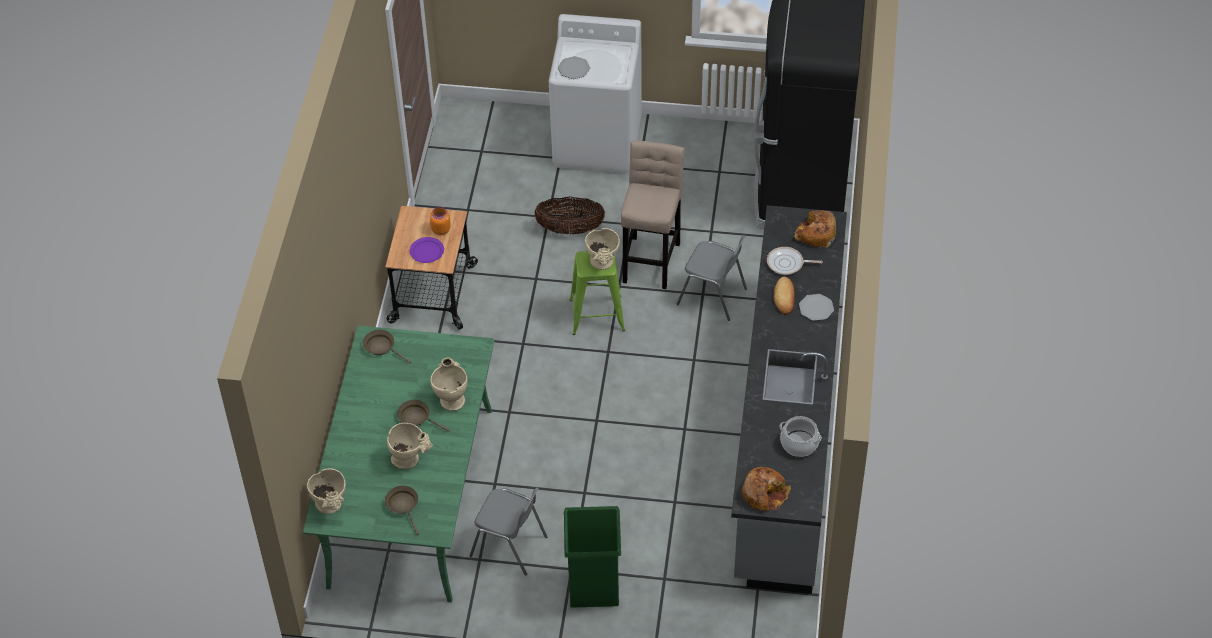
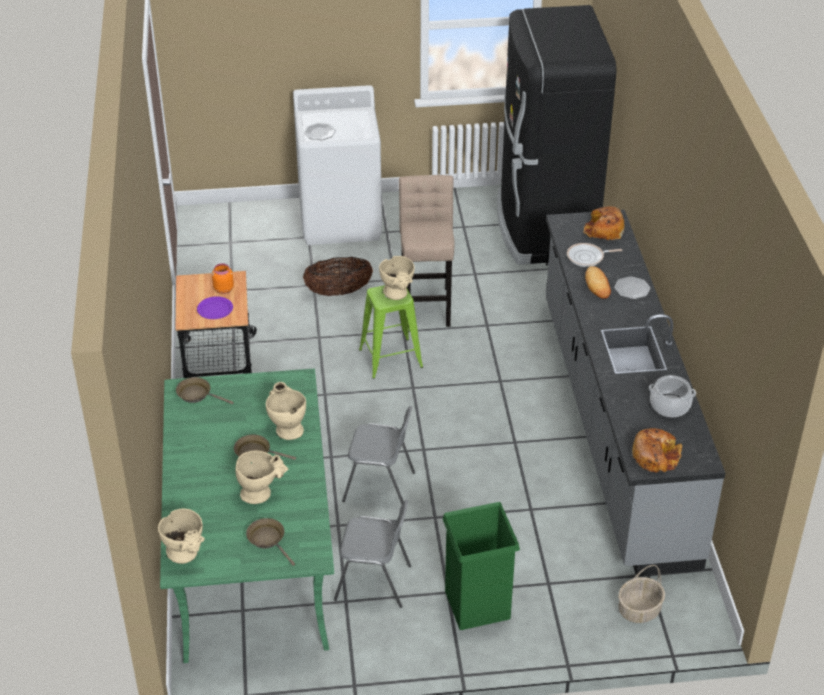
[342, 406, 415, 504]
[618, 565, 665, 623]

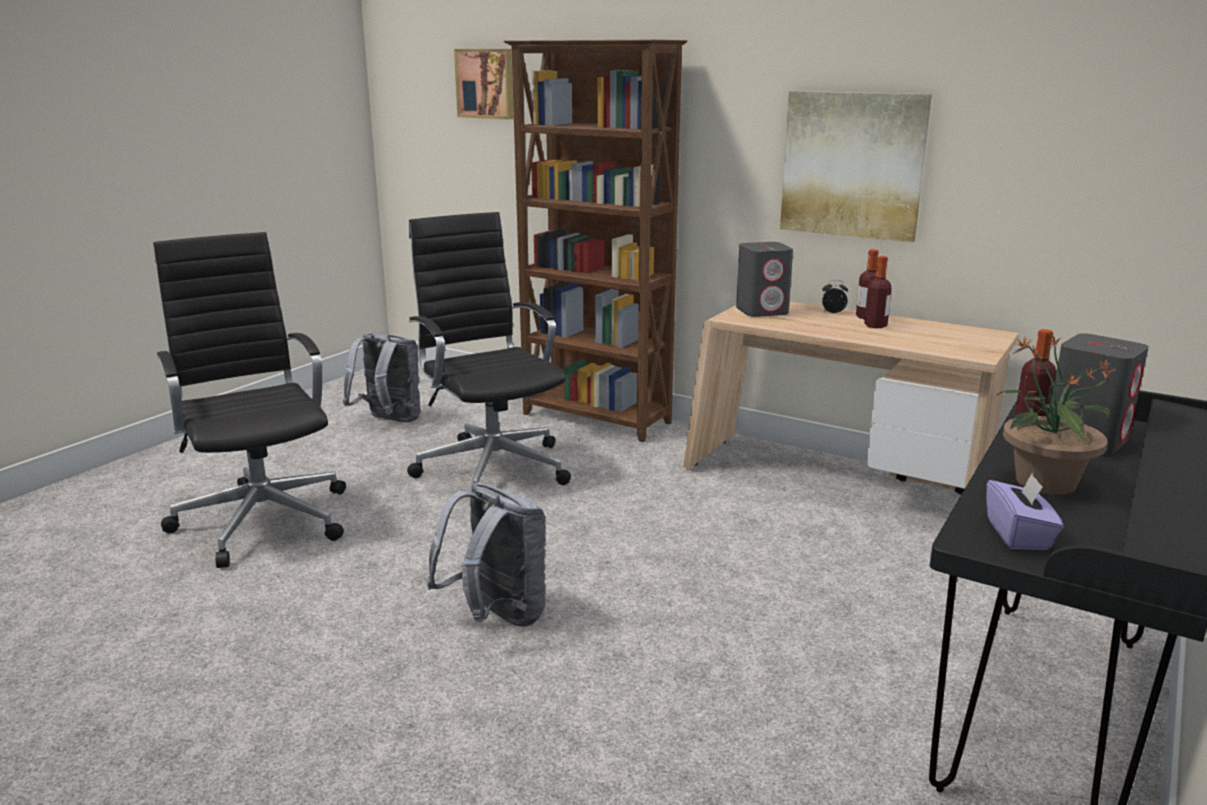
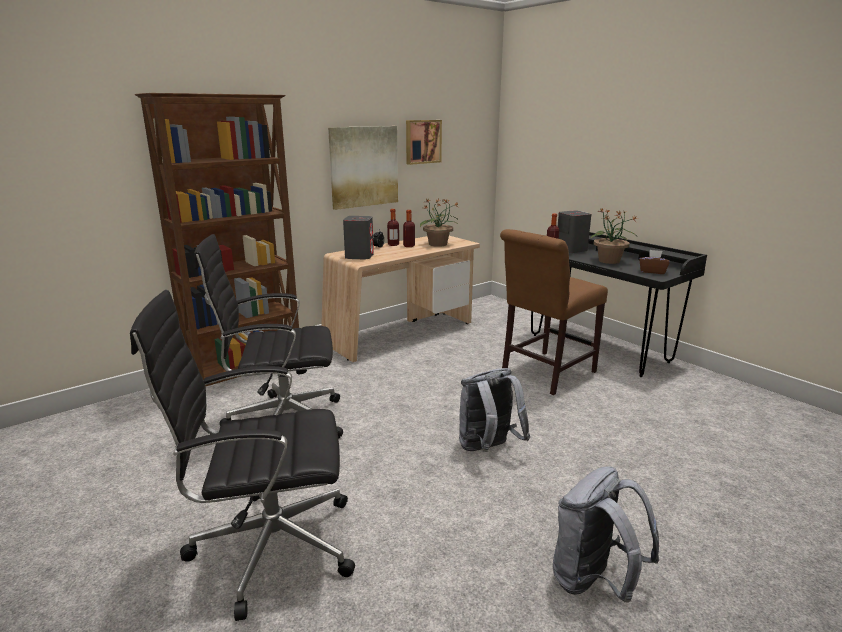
[406, 120, 442, 165]
[420, 199, 458, 247]
[500, 229, 608, 395]
[553, 467, 659, 602]
[639, 250, 670, 274]

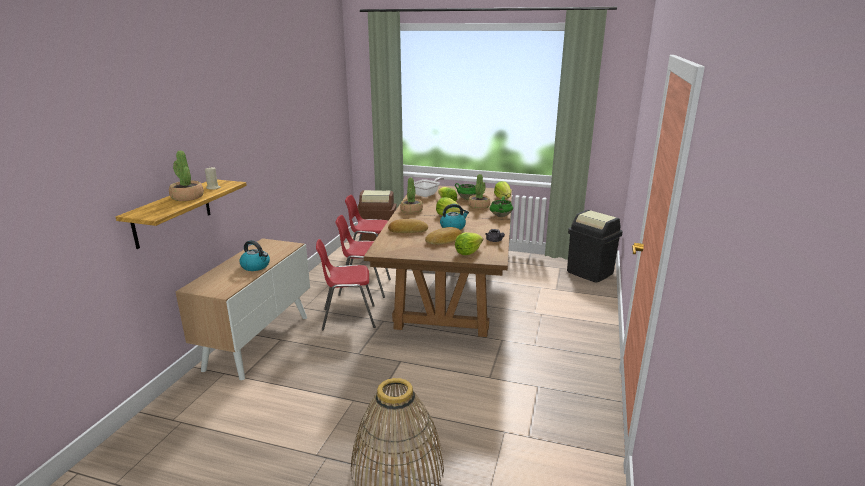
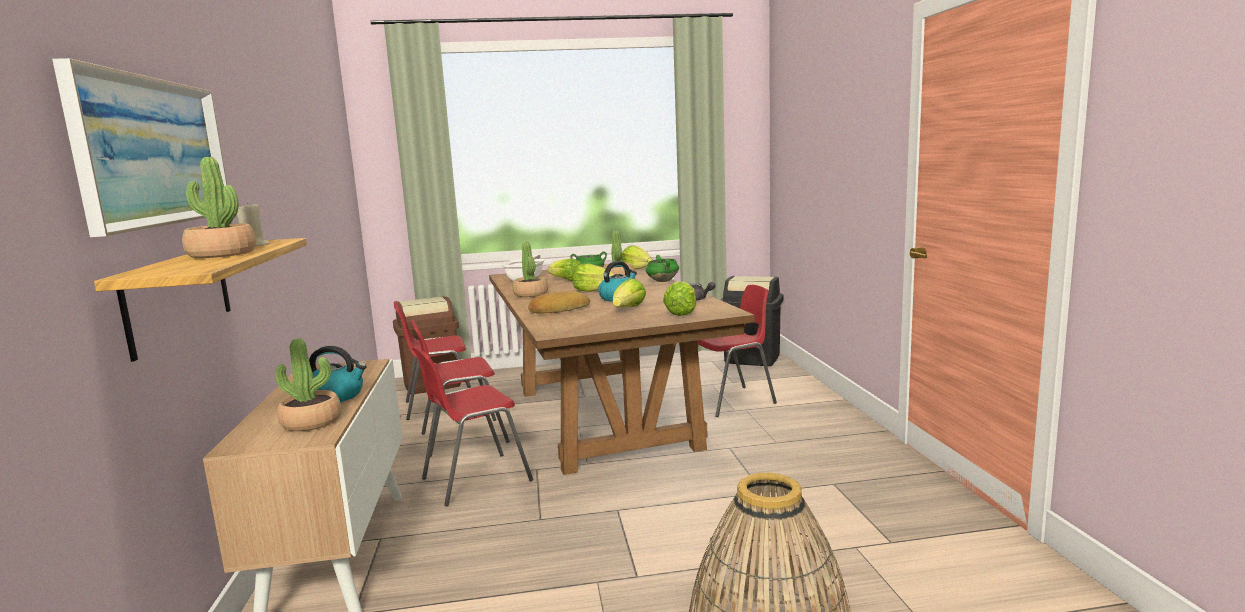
[52, 58, 227, 237]
[275, 338, 341, 431]
[613, 278, 646, 308]
[697, 285, 777, 417]

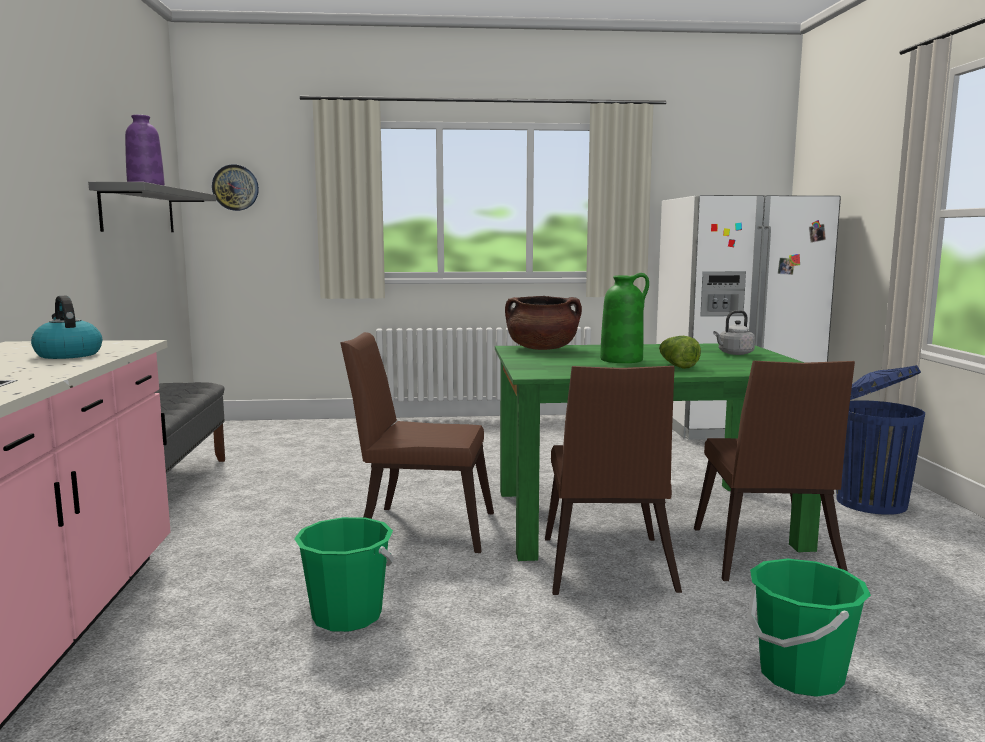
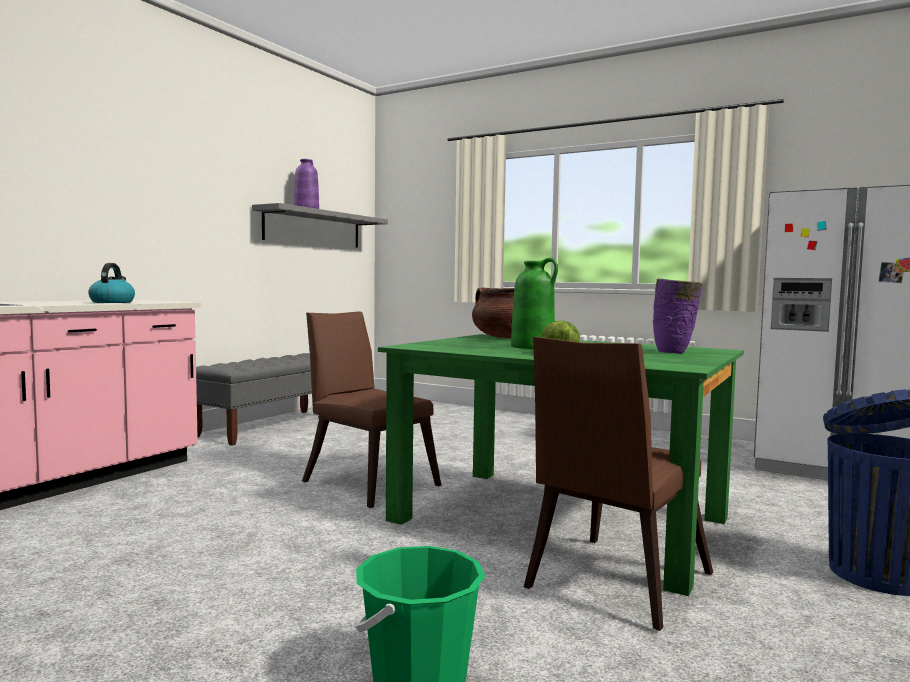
[653, 279, 702, 354]
[212, 164, 259, 211] (first image)
[294, 517, 394, 632] (first image)
[545, 366, 682, 595] (first image)

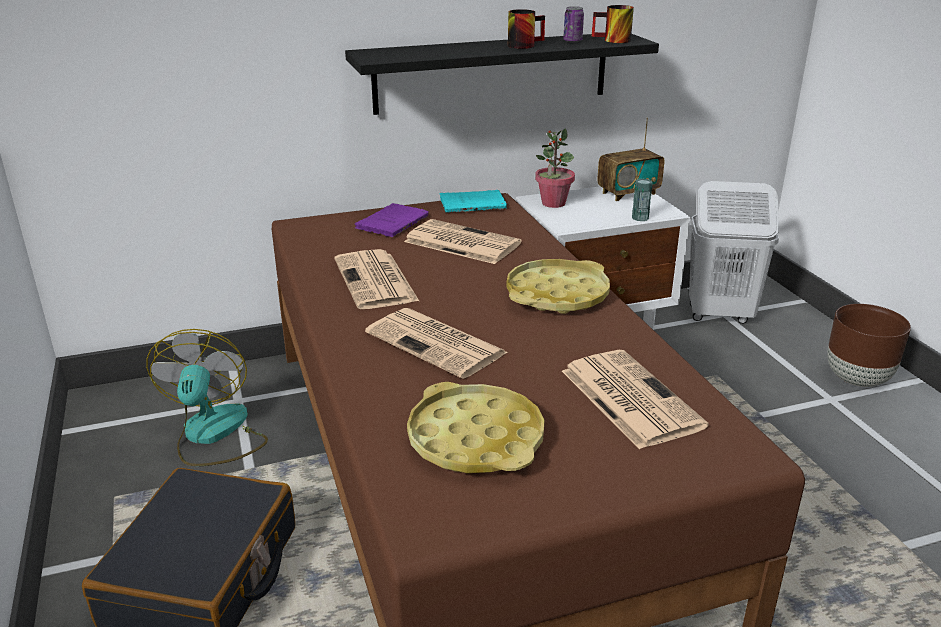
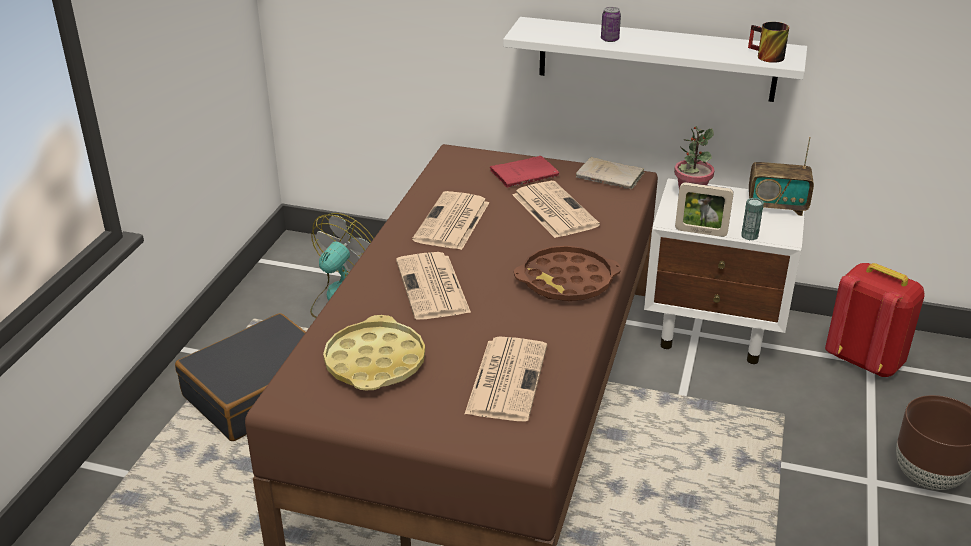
[490, 156, 559, 188]
[503, 17, 807, 102]
[514, 246, 621, 301]
[576, 157, 644, 189]
[601, 7, 621, 42]
[675, 183, 734, 237]
[825, 263, 925, 377]
[508, 9, 545, 49] (first image)

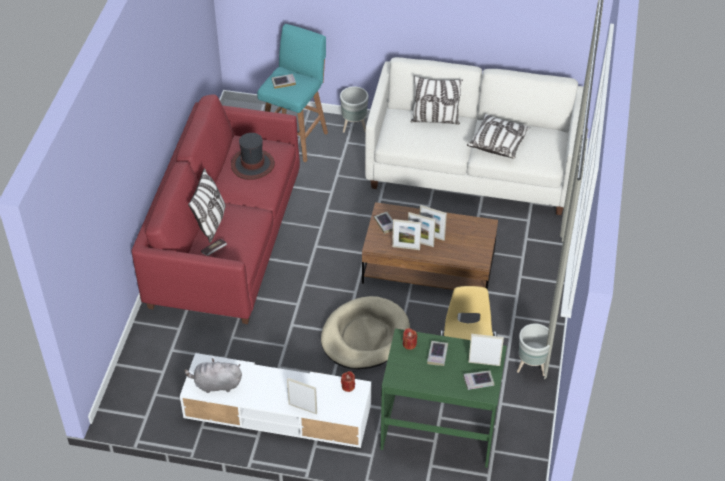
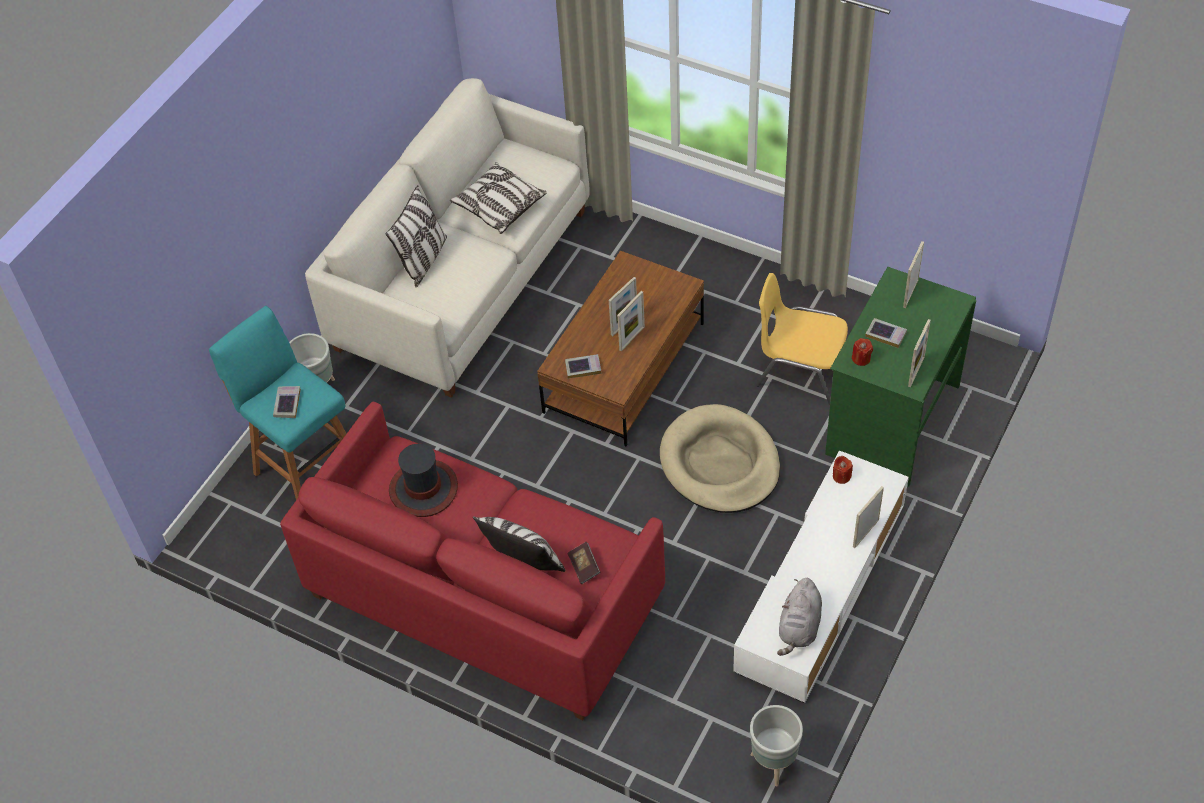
[750, 705, 803, 786]
[908, 319, 931, 387]
[463, 370, 494, 390] (first image)

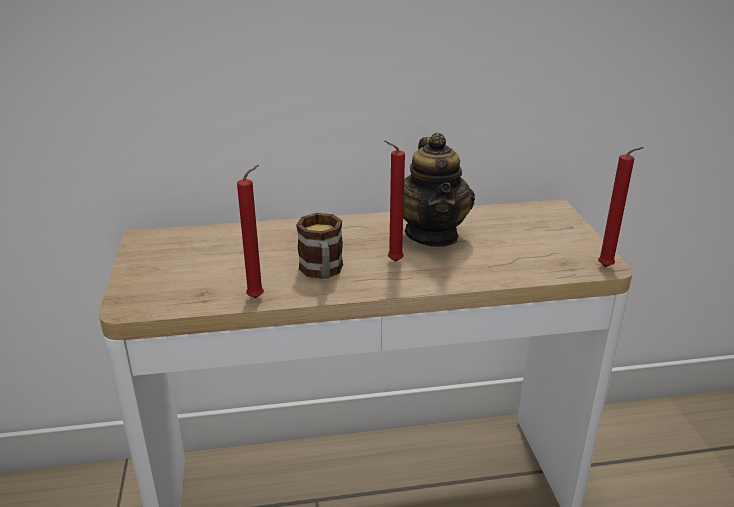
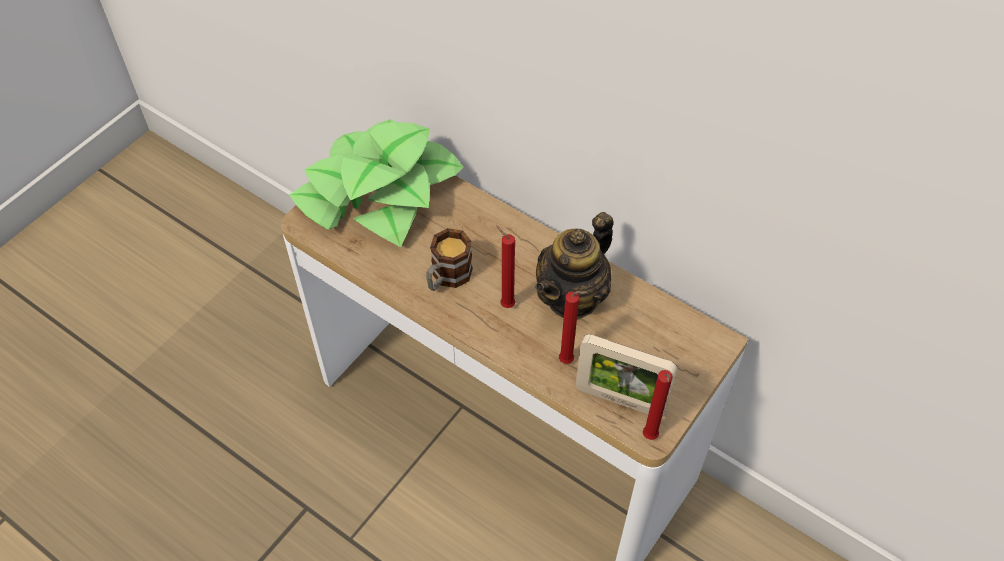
[289, 119, 464, 247]
[559, 291, 587, 364]
[576, 335, 677, 417]

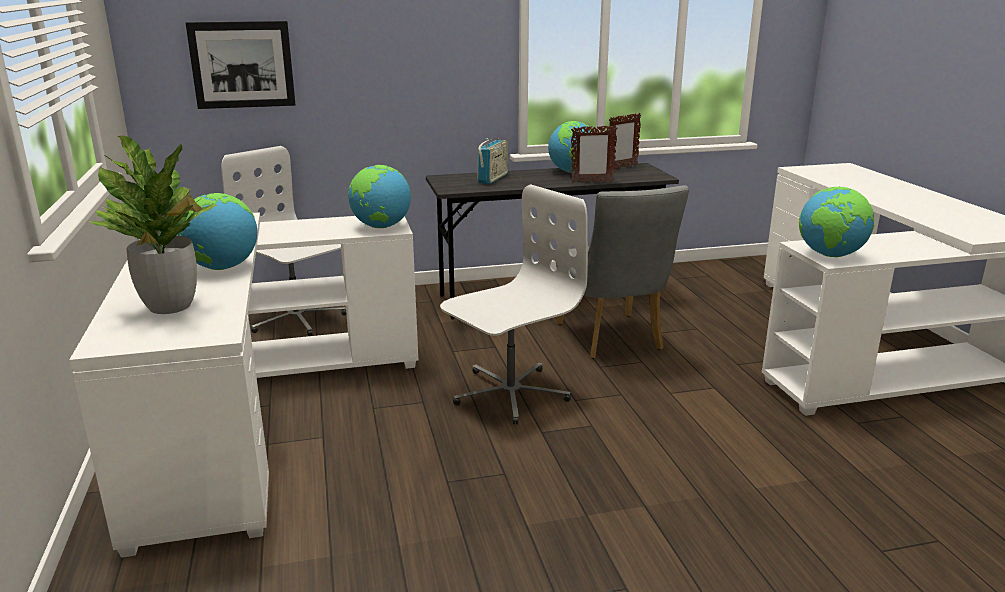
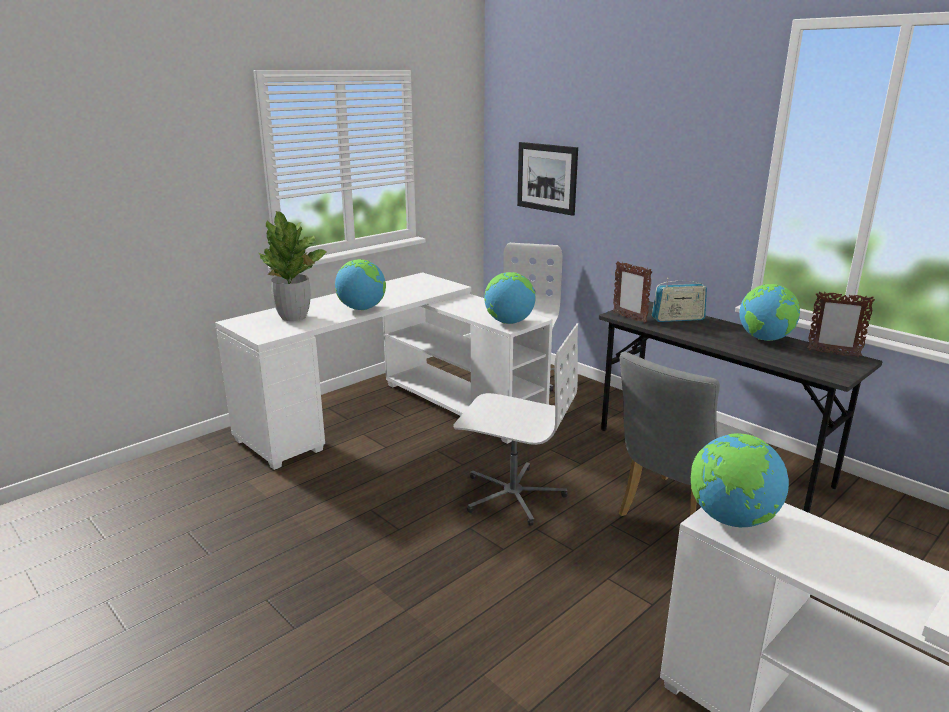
[613, 261, 652, 324]

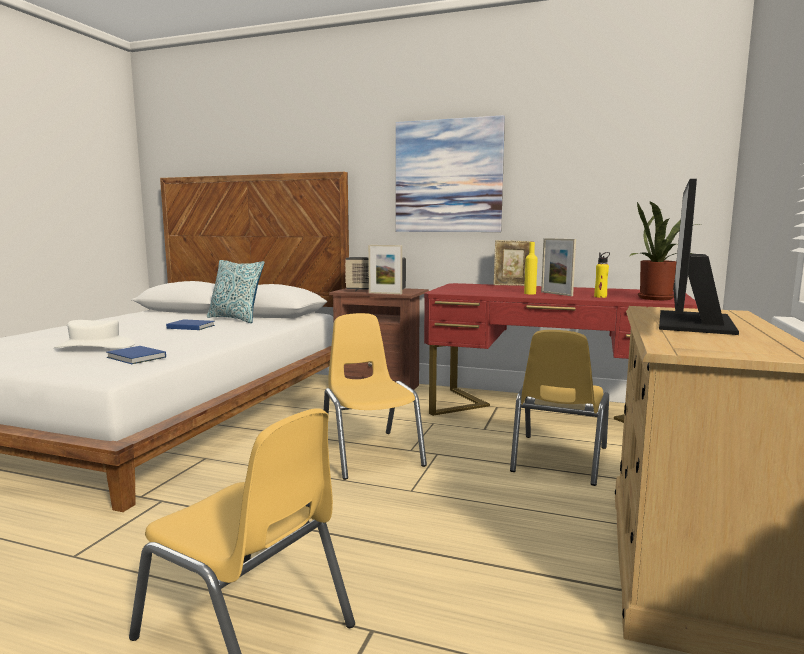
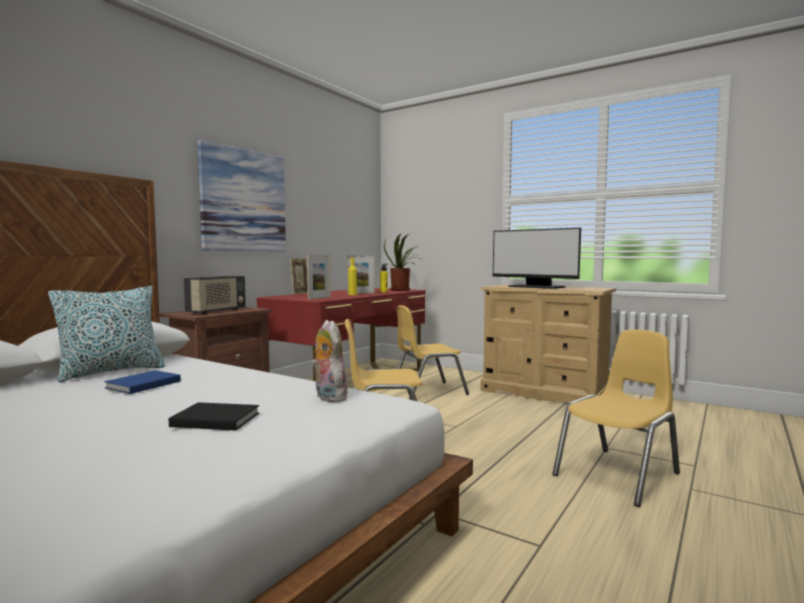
[169, 402, 259, 431]
[307, 255, 330, 300]
[311, 320, 350, 402]
[396, 305, 469, 400]

